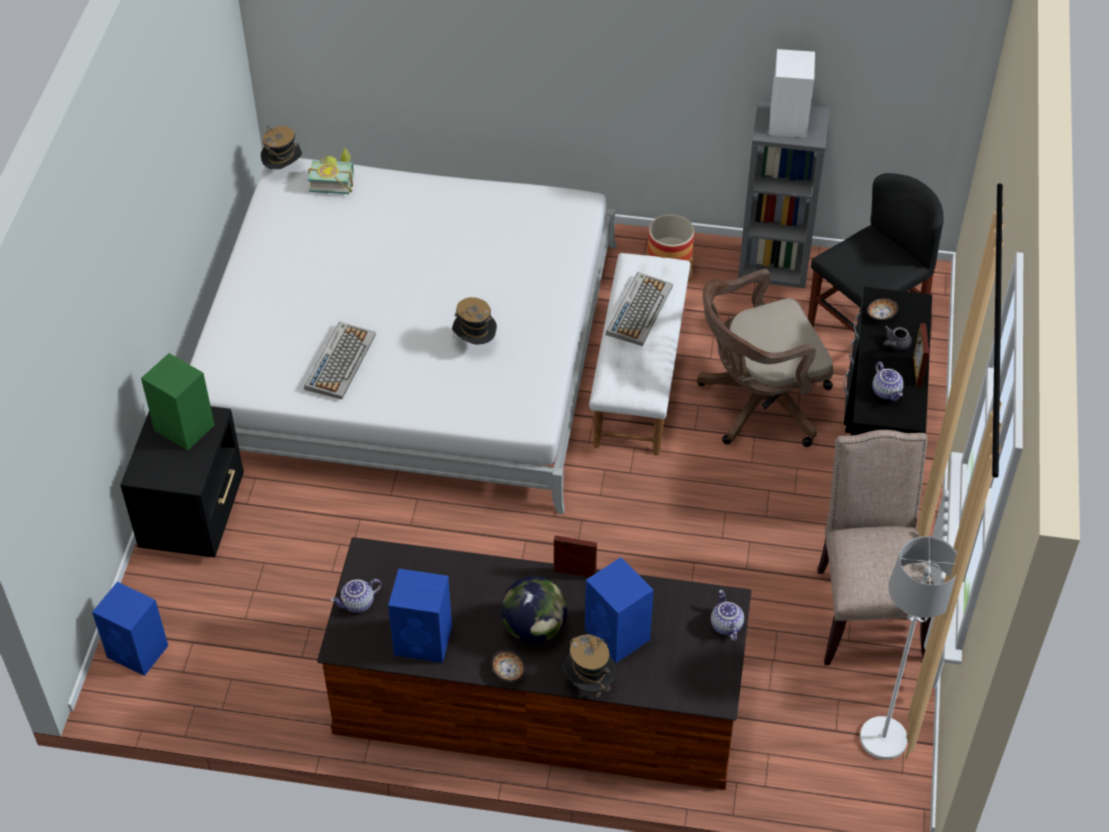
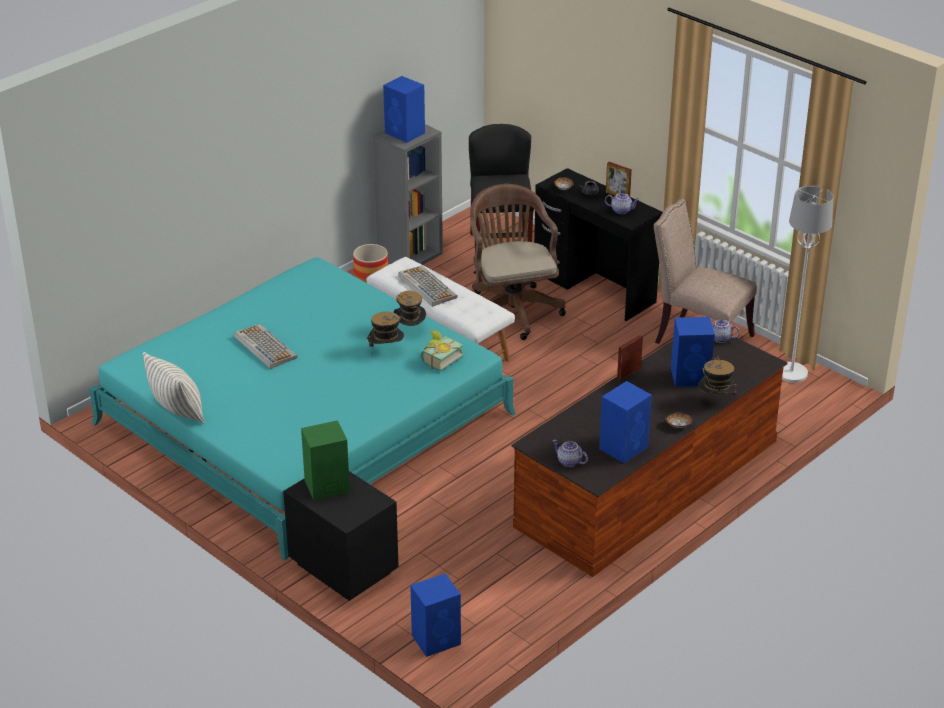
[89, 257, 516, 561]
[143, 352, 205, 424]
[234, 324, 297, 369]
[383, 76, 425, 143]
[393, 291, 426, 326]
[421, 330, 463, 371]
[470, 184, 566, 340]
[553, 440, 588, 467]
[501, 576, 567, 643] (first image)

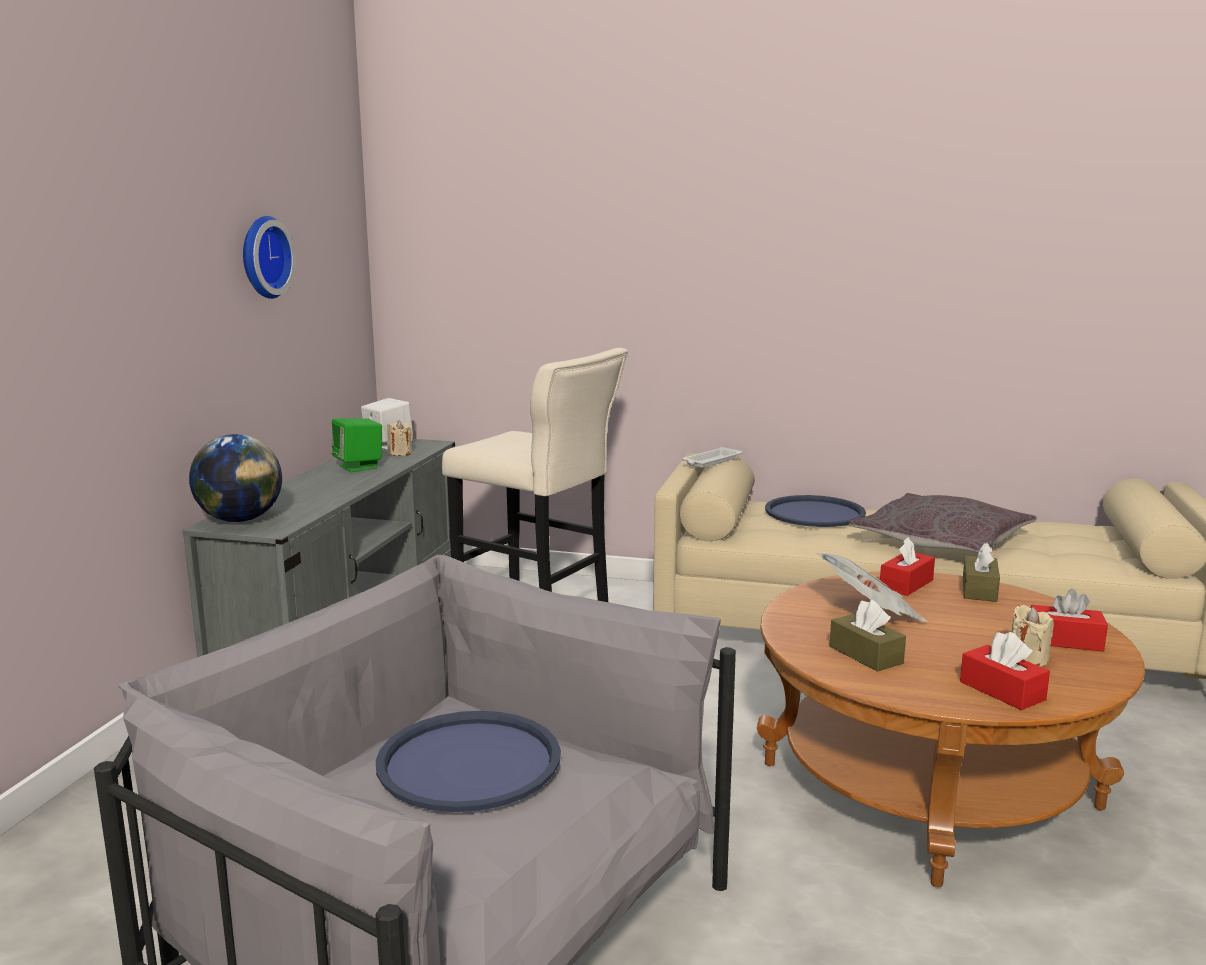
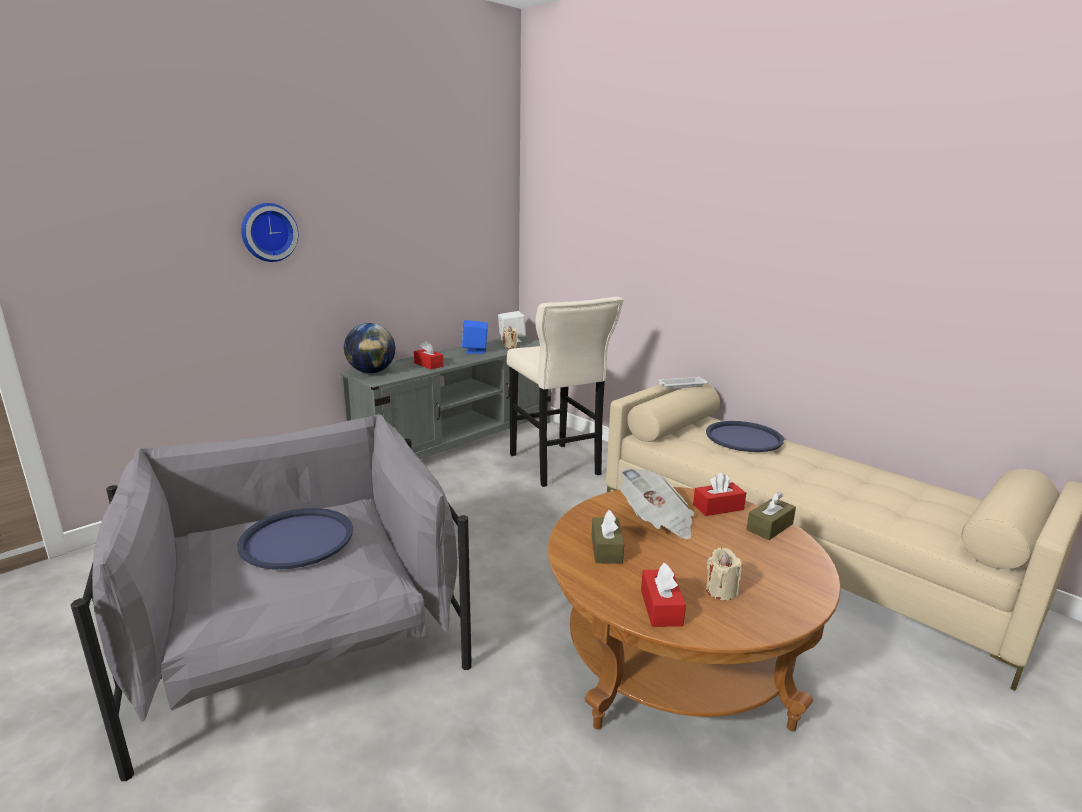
[241, 203, 298, 262]
[414, 341, 444, 369]
[462, 320, 488, 354]
[849, 493, 1037, 553] (first image)

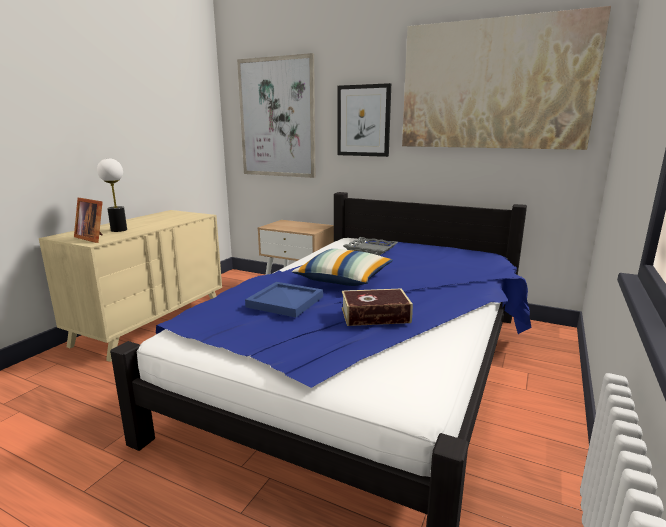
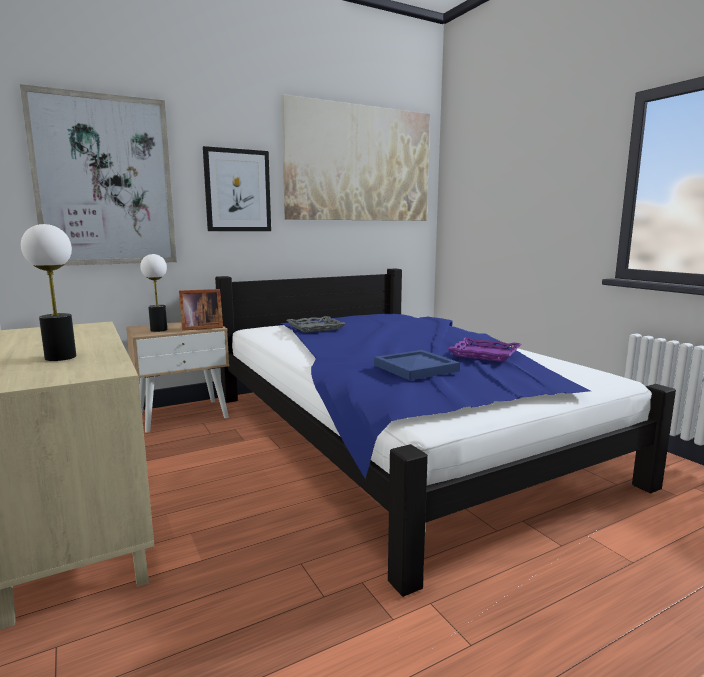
[140, 254, 167, 332]
[179, 289, 223, 331]
[448, 337, 522, 362]
[292, 249, 393, 286] (first image)

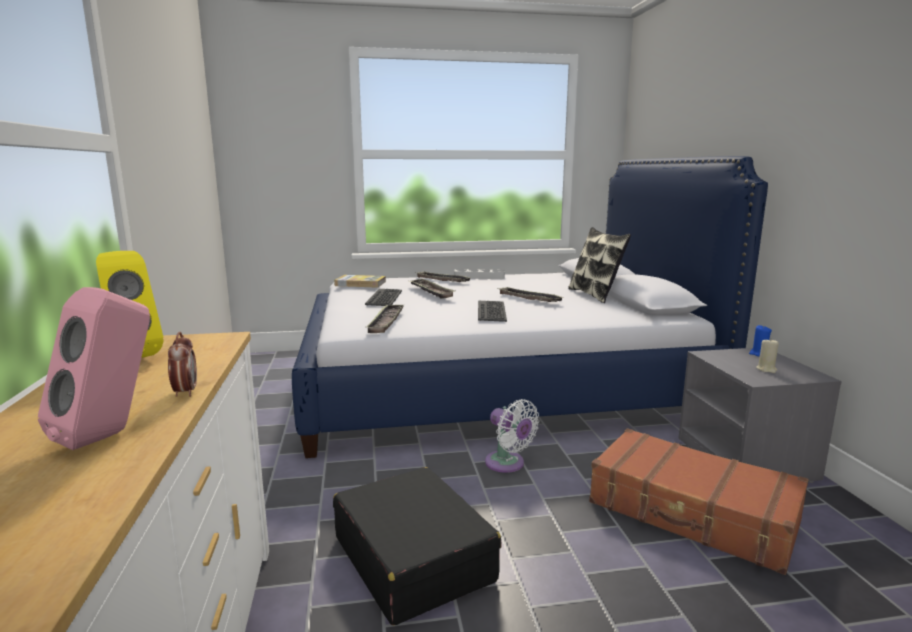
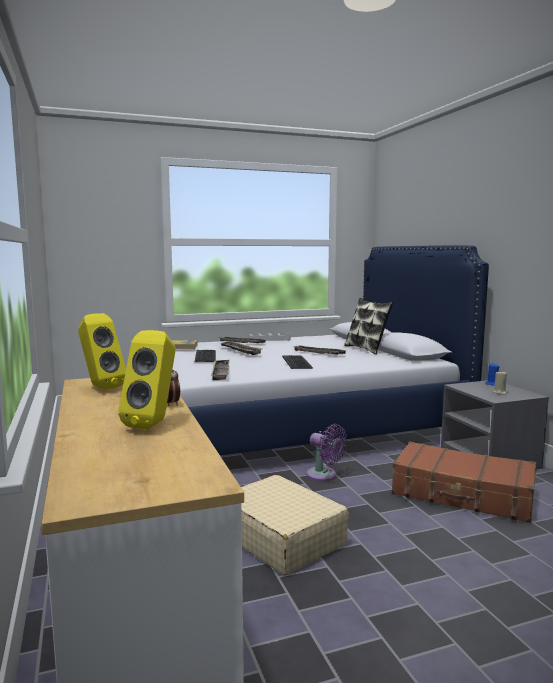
[118, 330, 176, 430]
[241, 475, 349, 575]
[306, 424, 347, 481]

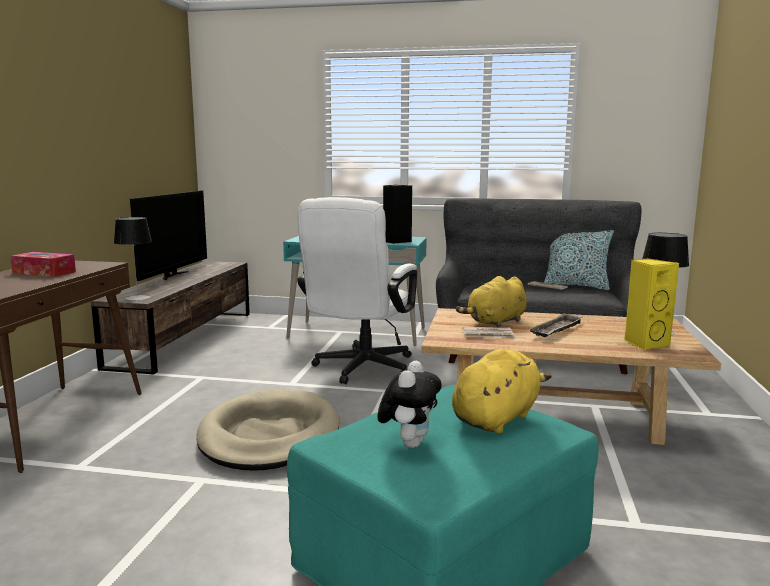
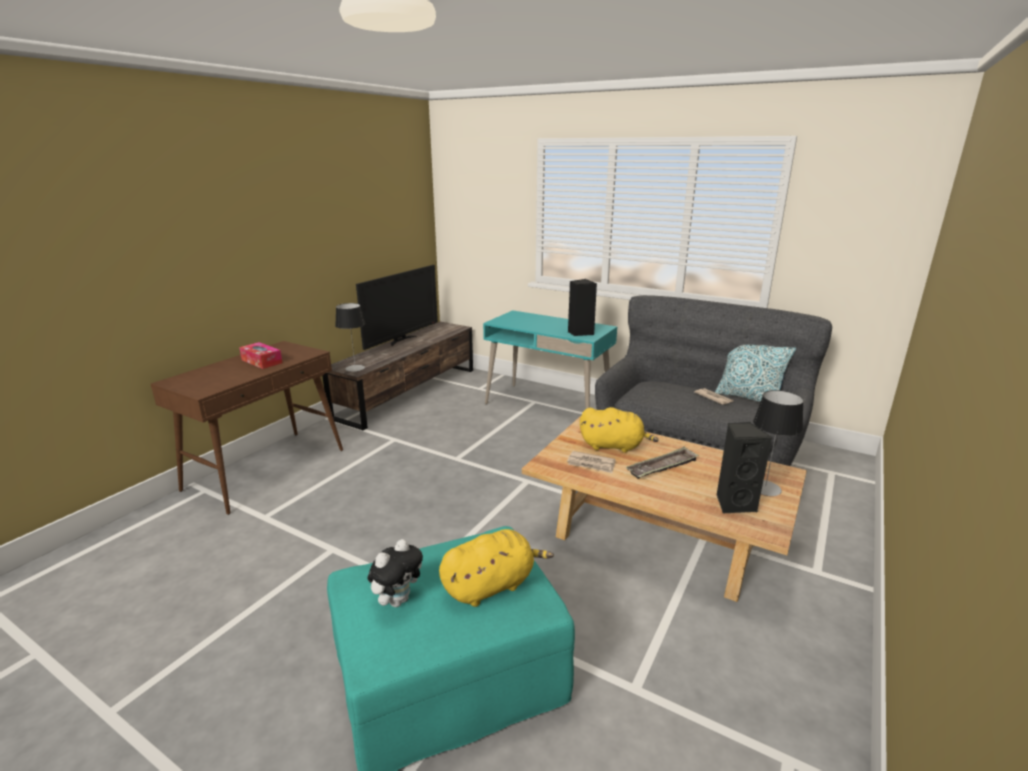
[580, 407, 659, 453]
[716, 422, 772, 514]
[197, 389, 340, 470] (first image)
[297, 197, 417, 384] (first image)

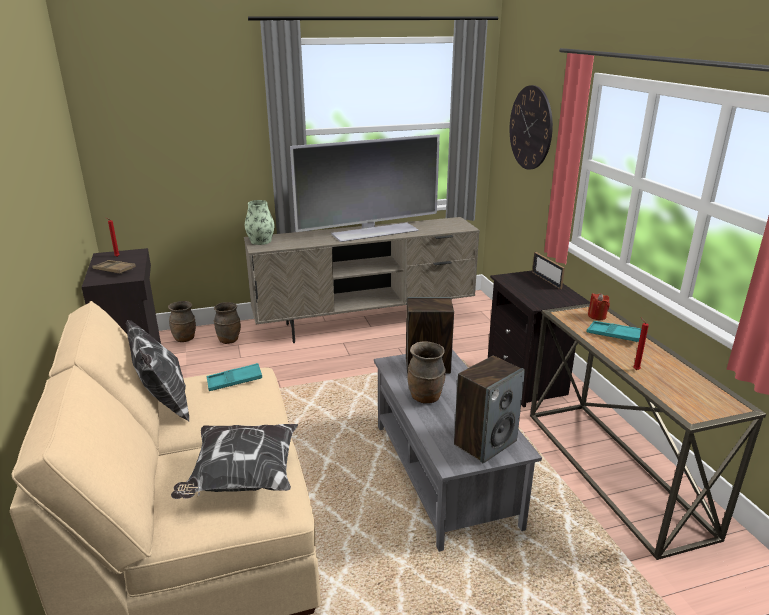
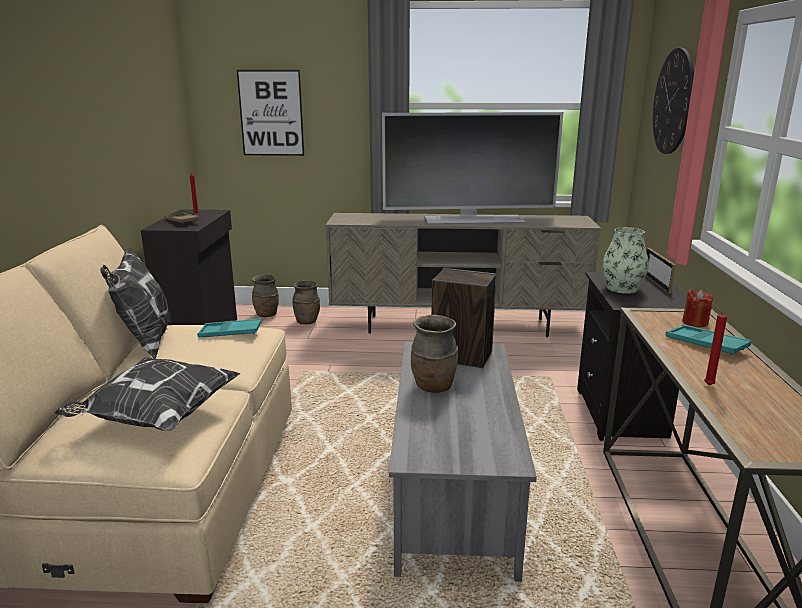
[237, 70, 304, 156]
[602, 227, 649, 294]
[454, 355, 525, 463] (first image)

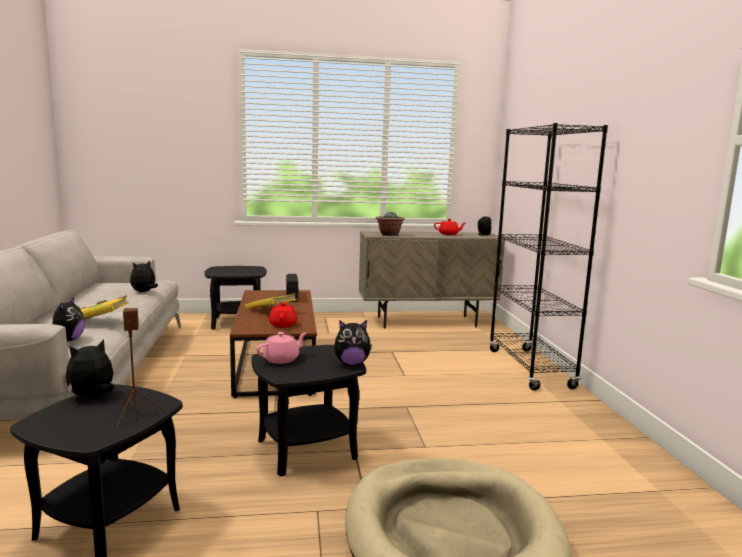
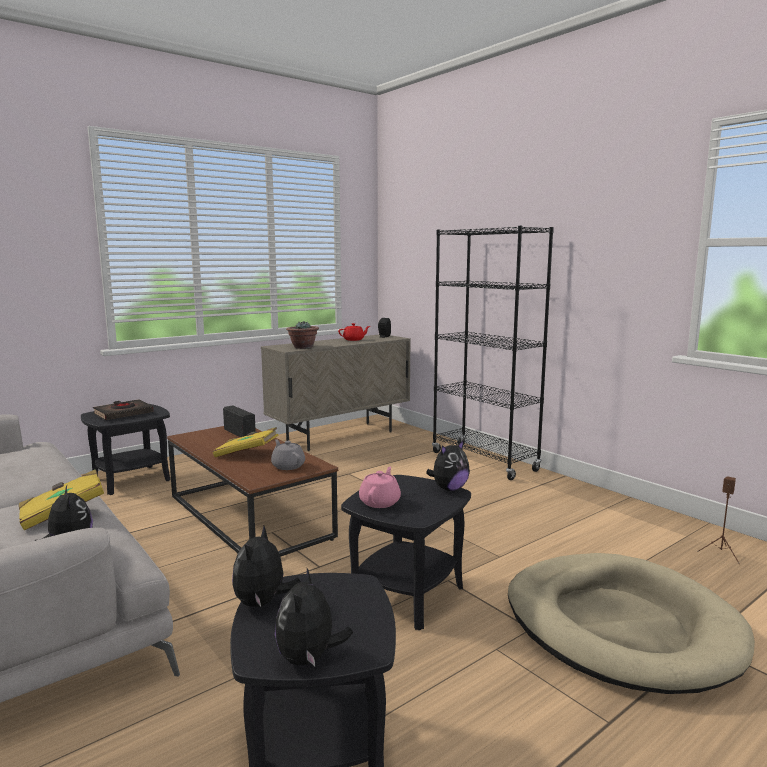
[93, 399, 153, 420]
[271, 439, 305, 470]
[275, 568, 353, 666]
[697, 476, 740, 564]

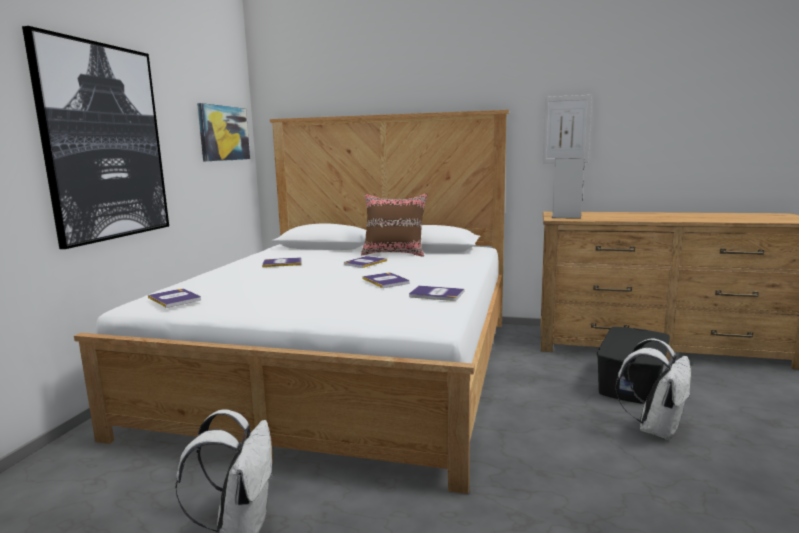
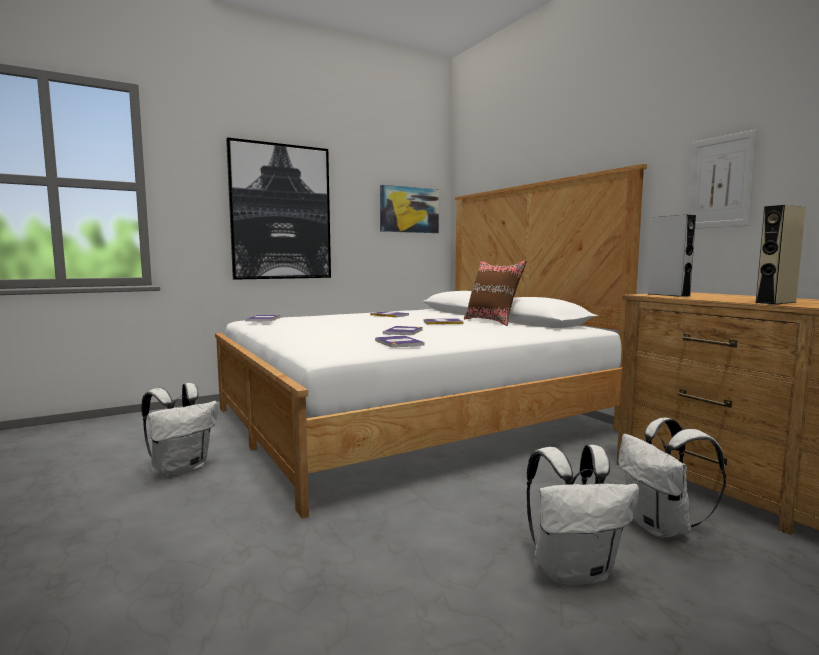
[618, 418, 726, 538]
[756, 205, 806, 305]

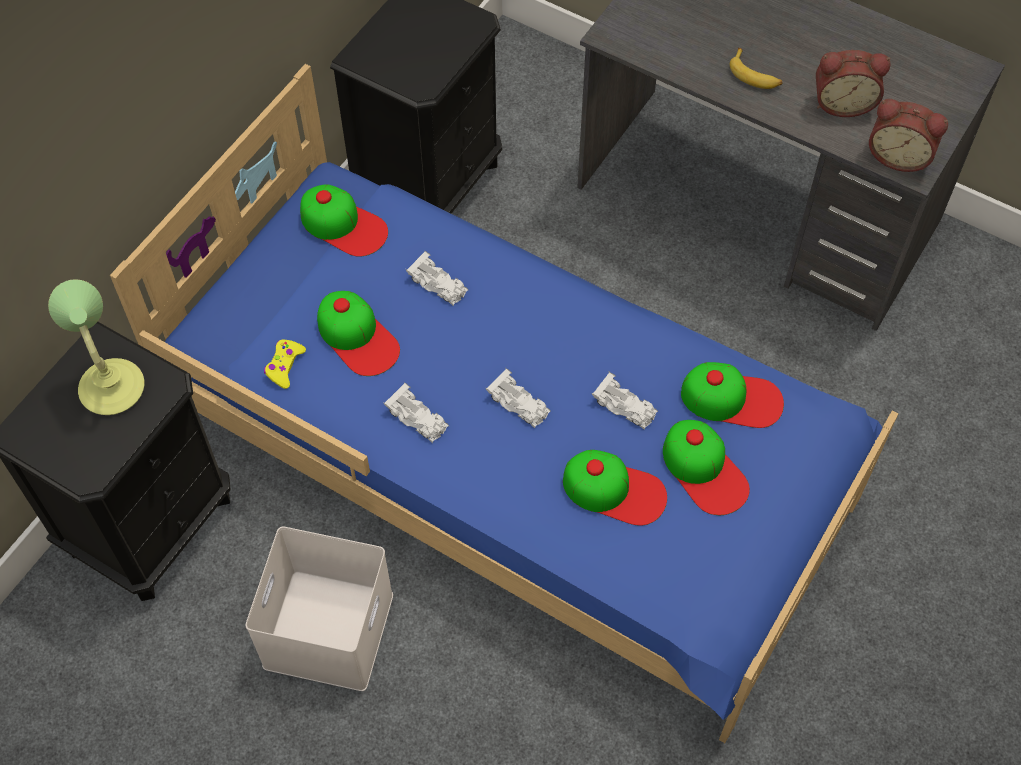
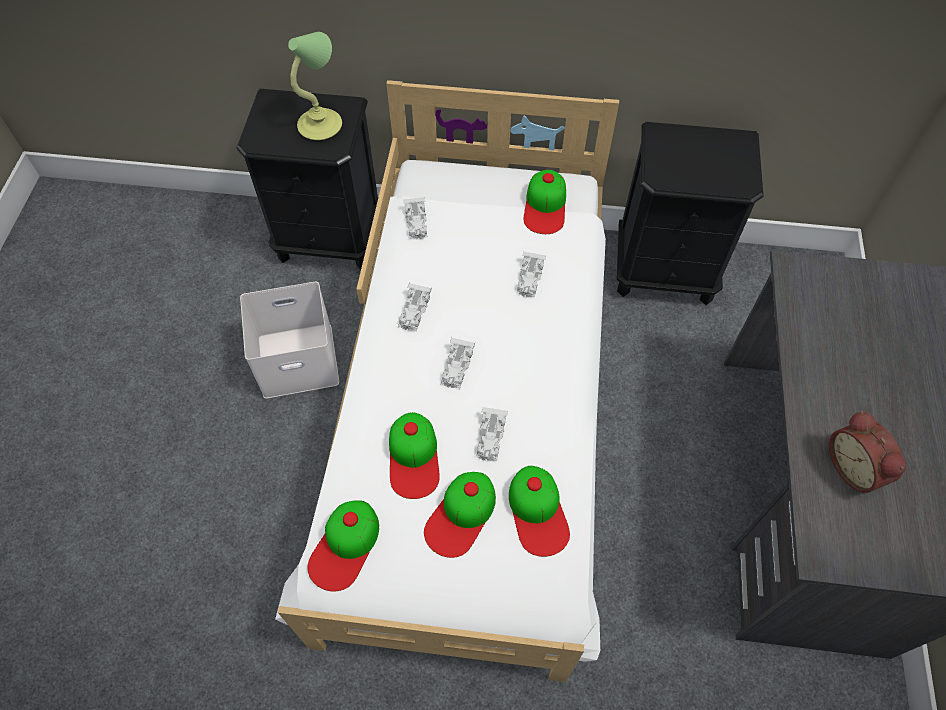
[275, 80, 619, 682]
[307, 500, 379, 592]
[403, 197, 427, 239]
[730, 48, 782, 89] (first image)
[869, 99, 948, 172] (first image)

